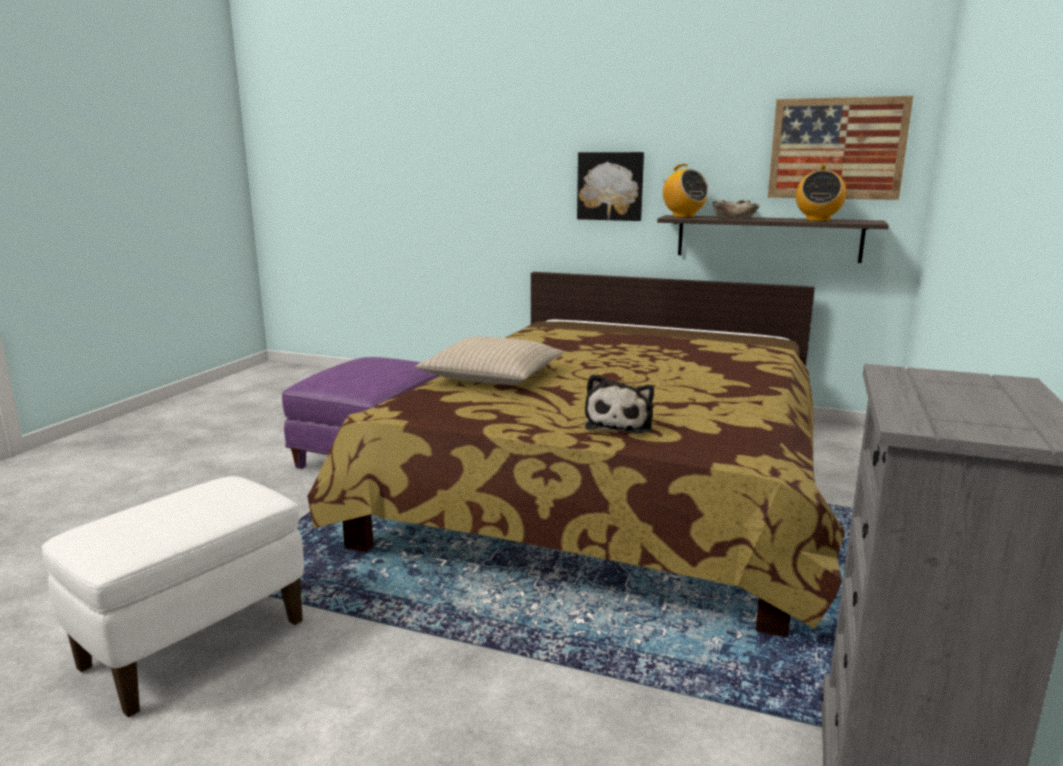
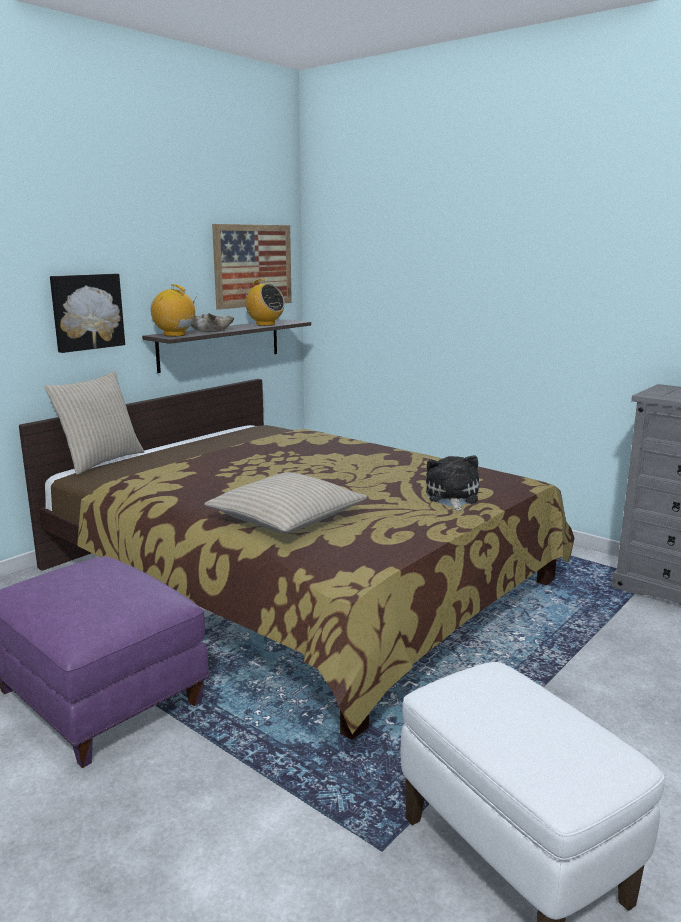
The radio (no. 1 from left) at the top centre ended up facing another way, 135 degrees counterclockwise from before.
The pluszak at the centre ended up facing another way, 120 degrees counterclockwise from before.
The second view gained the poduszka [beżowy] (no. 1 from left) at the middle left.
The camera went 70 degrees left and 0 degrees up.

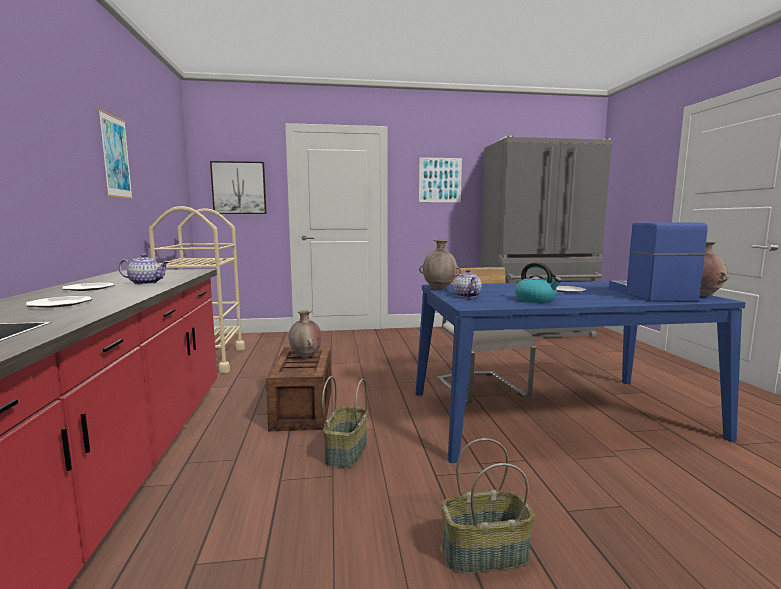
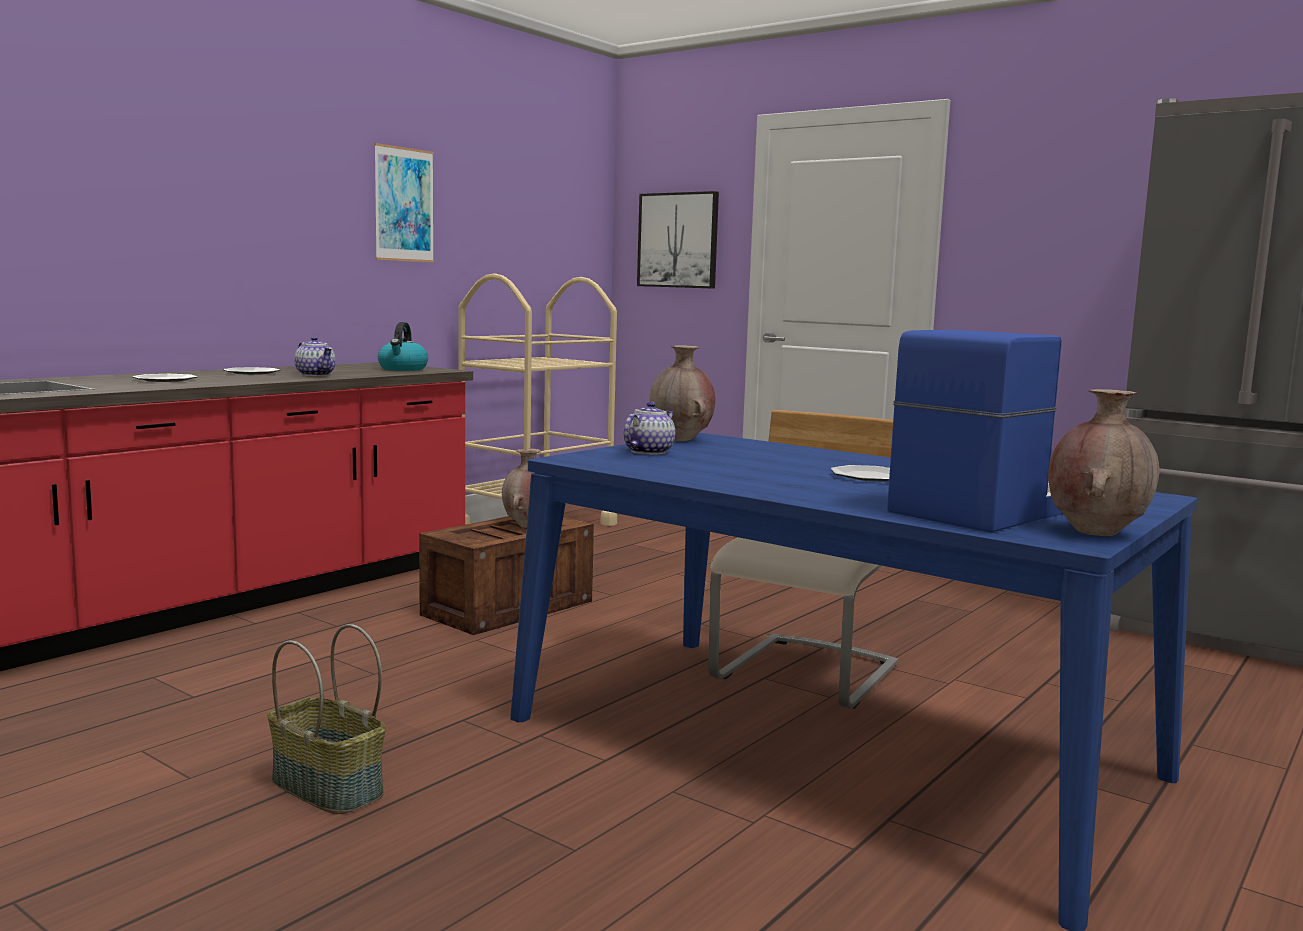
The second view lost the obraz (no. 3 from left) at the top centre.
The czajnik ended up elsewhere, having gone from the middle right to the middle left.
The second view lost the koszyk (no. 1 from left) at the bottom centre.
The camera went 45 degrees right and 0 degrees up.

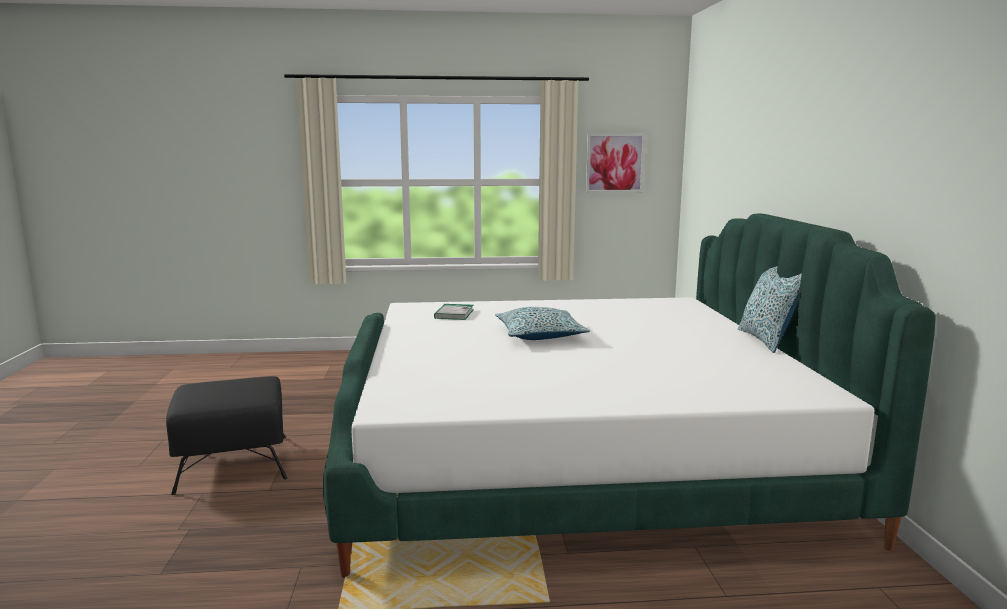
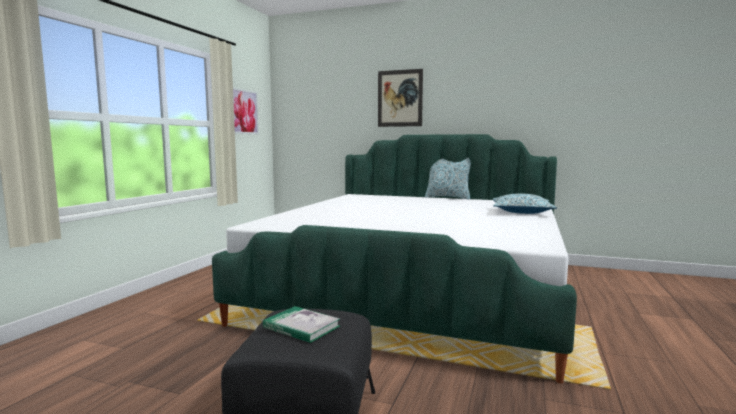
The książka ended up elsewhere, having gone from the centre to the bottom centre.
The poduszka (no. 1 from left in the first image) ended up elsewhere, having gone from the centre to the middle right.
The second view gained the obraz (no. 2 from left) at the top centre.
The camera went 65 degrees left and 5 degrees down.

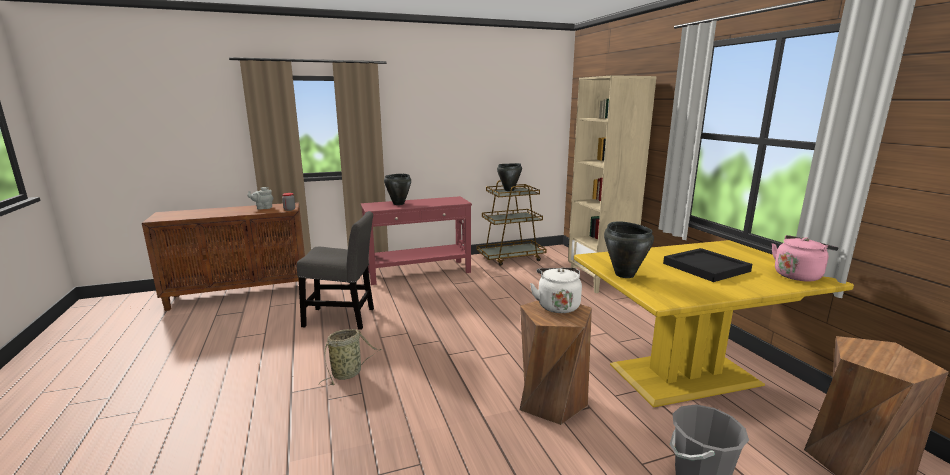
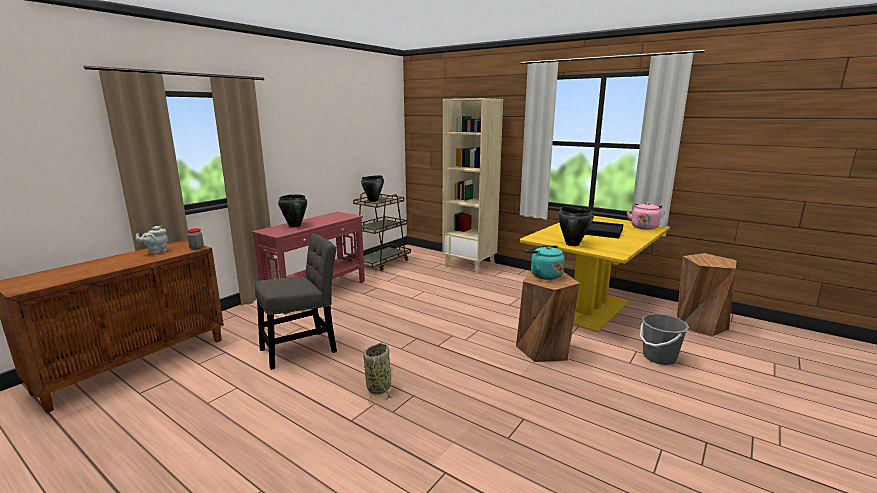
What was the czajnik [biały] at the centre turned into the czajnik [turkusowy] at the centre.
The camera went 35 degrees left and 0 degrees up.

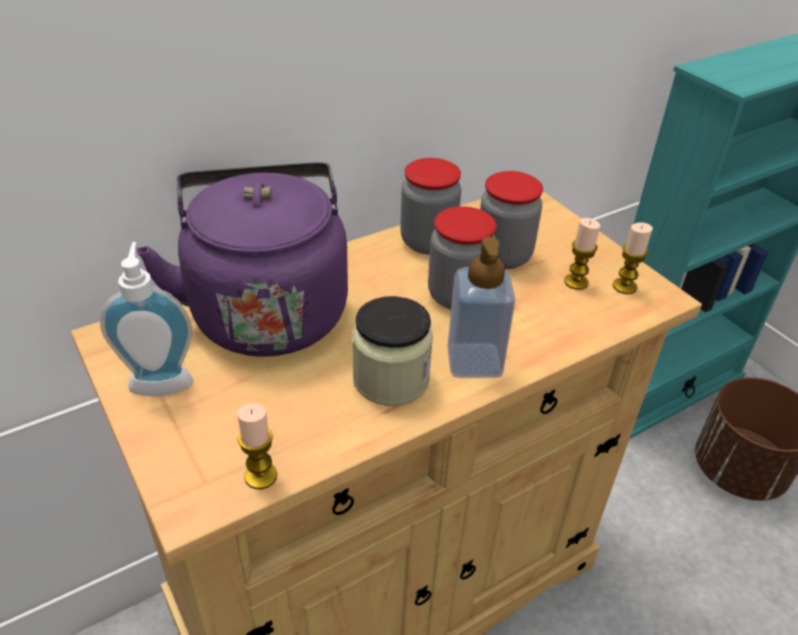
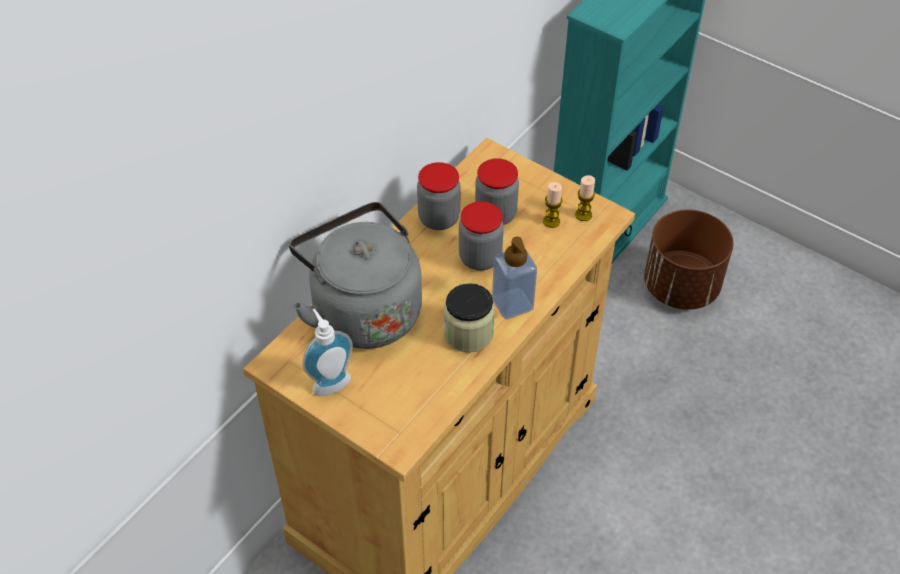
What was the czajnik [fioletowy] at the middle left turned into the czajnik [szary] at the centre.
The second view lost the świeca (no. 1 from left) at the bottom left.
The camera went 20 degrees left and 10 degrees up.

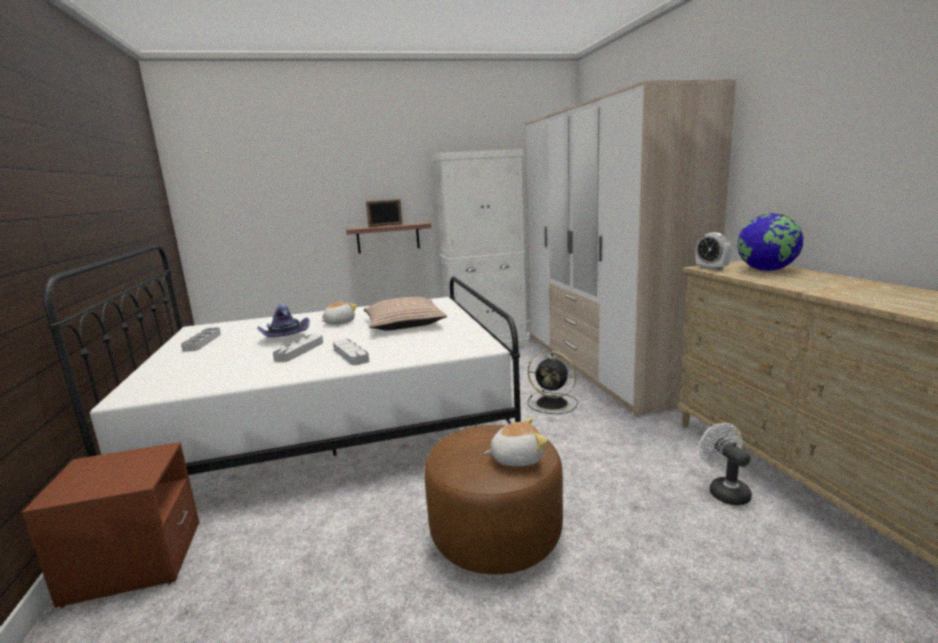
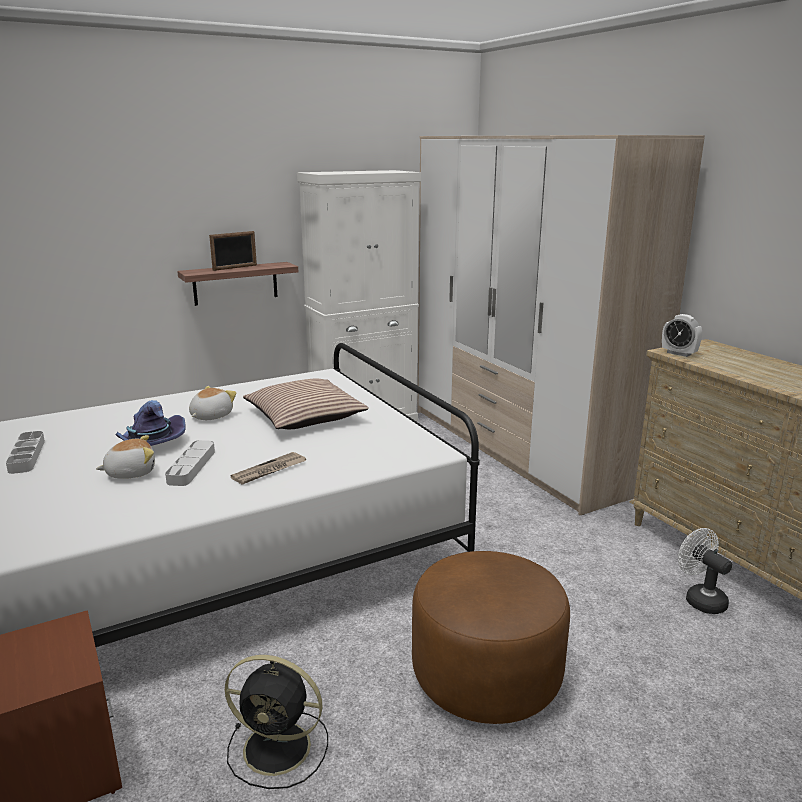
The second view lost the globus at the middle right.
Where the taca [szary] (no. 3 from left) stood at the centre, the gazeta came to stand at the centre.
The wentylator [czarny] ended up elsewhere, having gone from the centre to the bottom centre.
The pluszak (no. 2 from left in the first image) ended up elsewhere, having gone from the bottom centre to the middle left.
The camera went 15 degrees left and 5 degrees up.

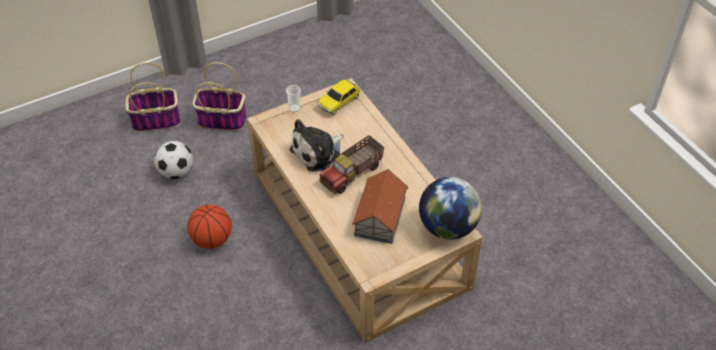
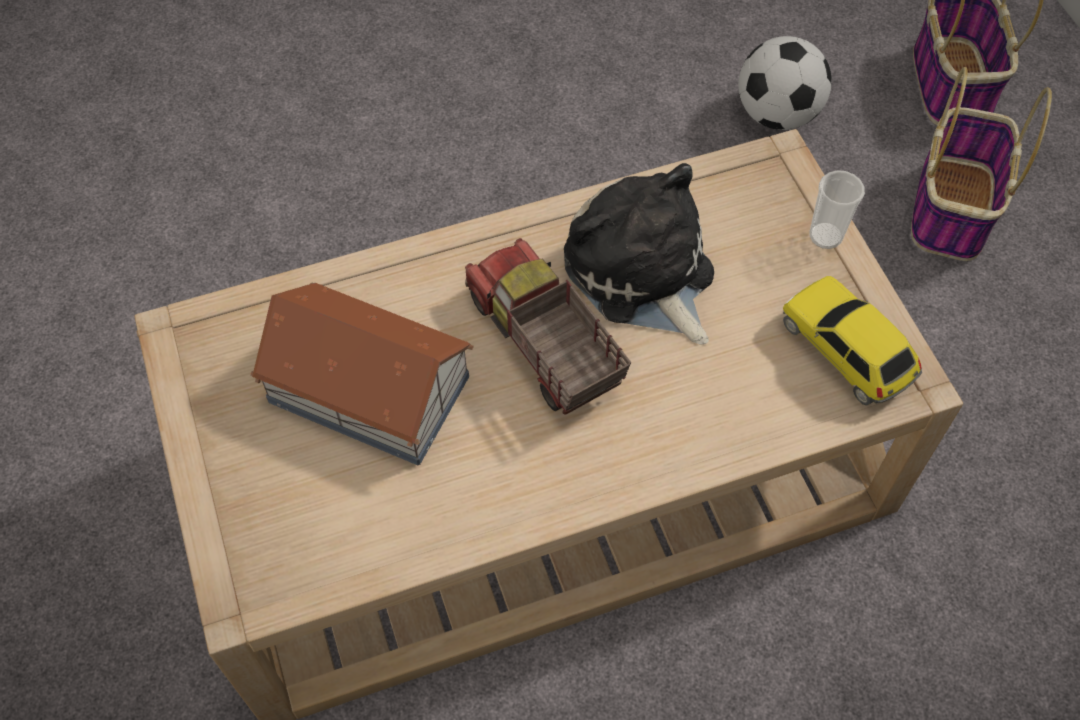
The second view lost the globus at the centre.
The second view lost the piłka do koszykówki at the middle left.
The camera went 100 degrees right and 10 degrees up.

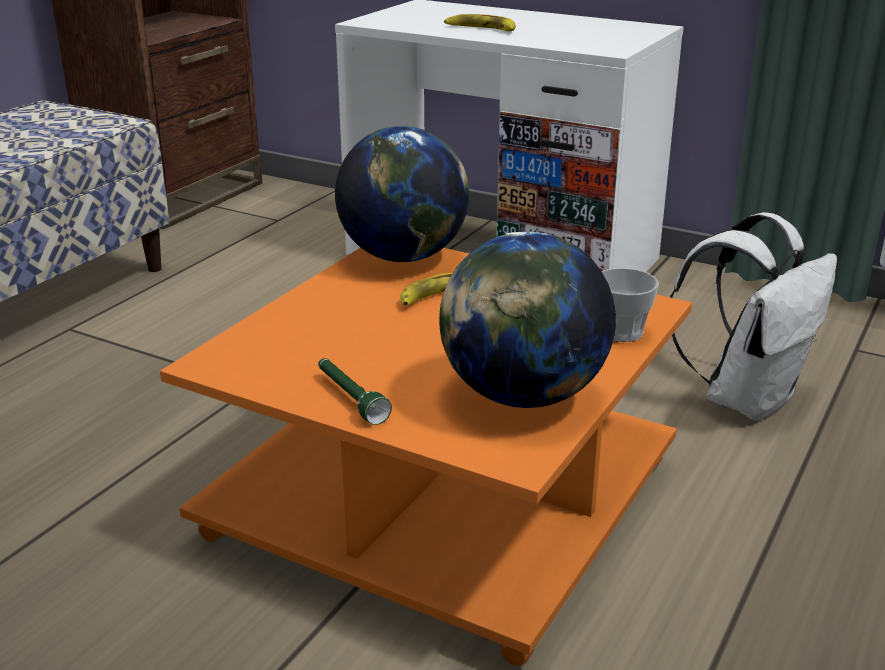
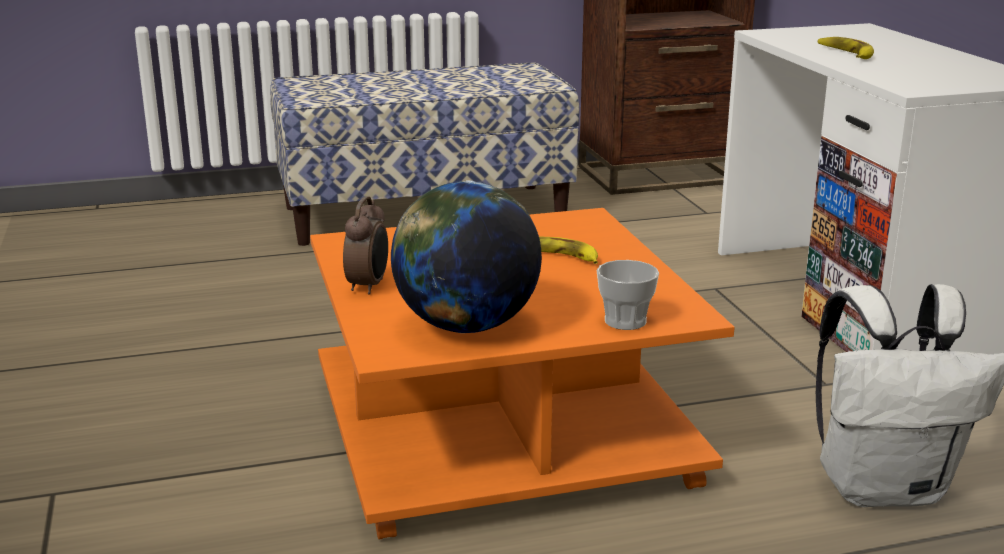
The second view lost the globus (no. 1 from left) at the top centre.
Where the latarka [zielony] stood at the centre, the budzik came to stand at the centre.
The camera went 45 degrees right and 5 degrees down.

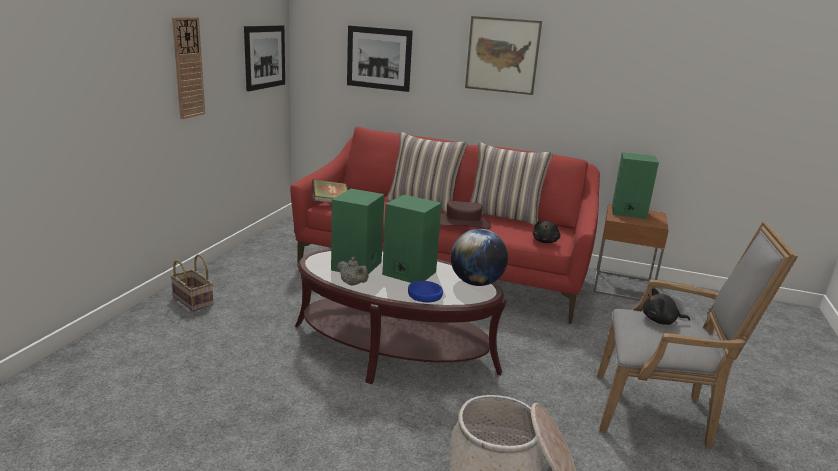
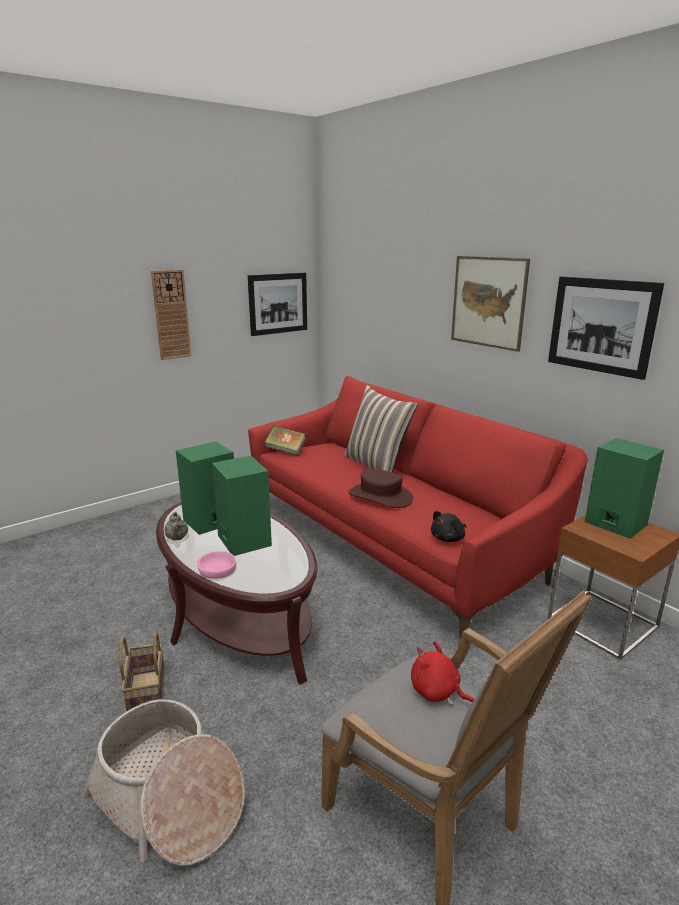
The obraz (no. 2 from left in the first image) ended up elsewhere, having gone from the top centre to the middle right.
The second view lost the poduszka (no. 2 from left) at the centre.
The second view lost the globus at the centre.
The koszyk (no. 1 from left) ended up elsewhere, having gone from the middle left to the bottom left.
What was the miska [niebieski] at the centre turned into the miska [różowy] at the middle left.
What was the pluszak [czarny] (no. 2 from left) at the middle right turned into the pluszak [czerwony] at the bottom centre.
The camera went 35 degrees right and 0 degrees up.

